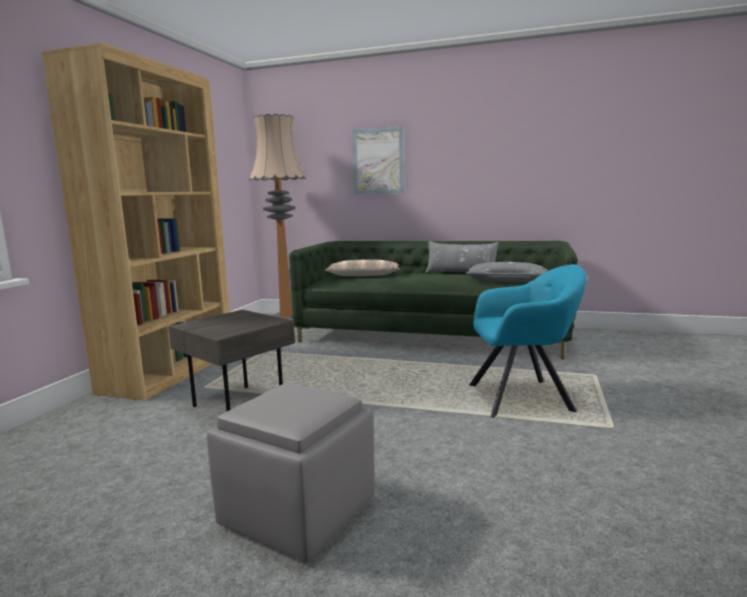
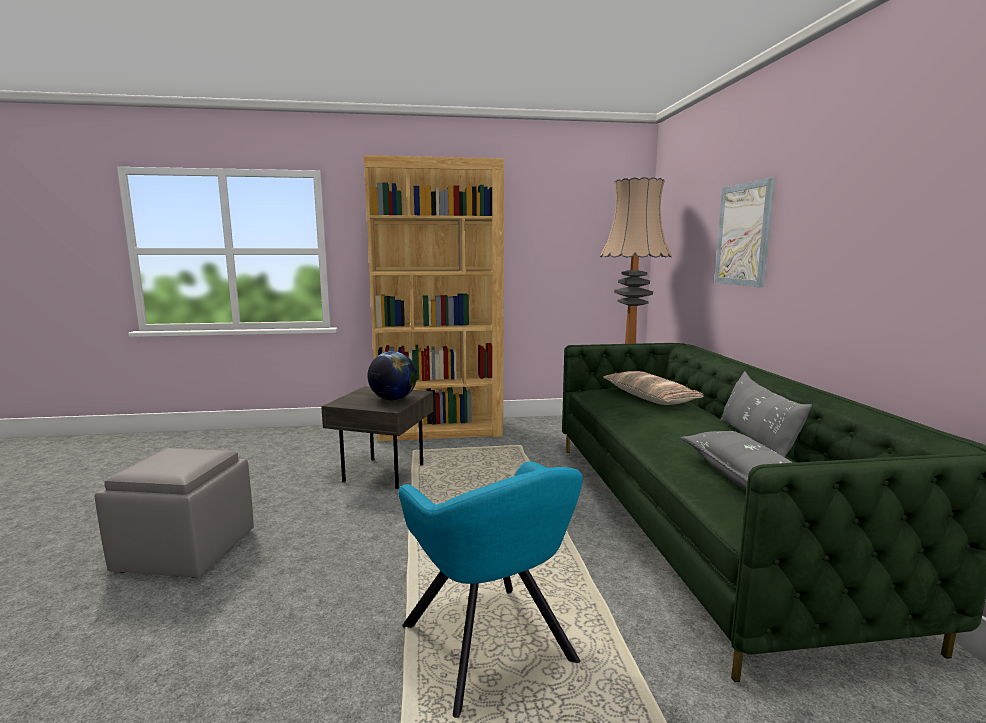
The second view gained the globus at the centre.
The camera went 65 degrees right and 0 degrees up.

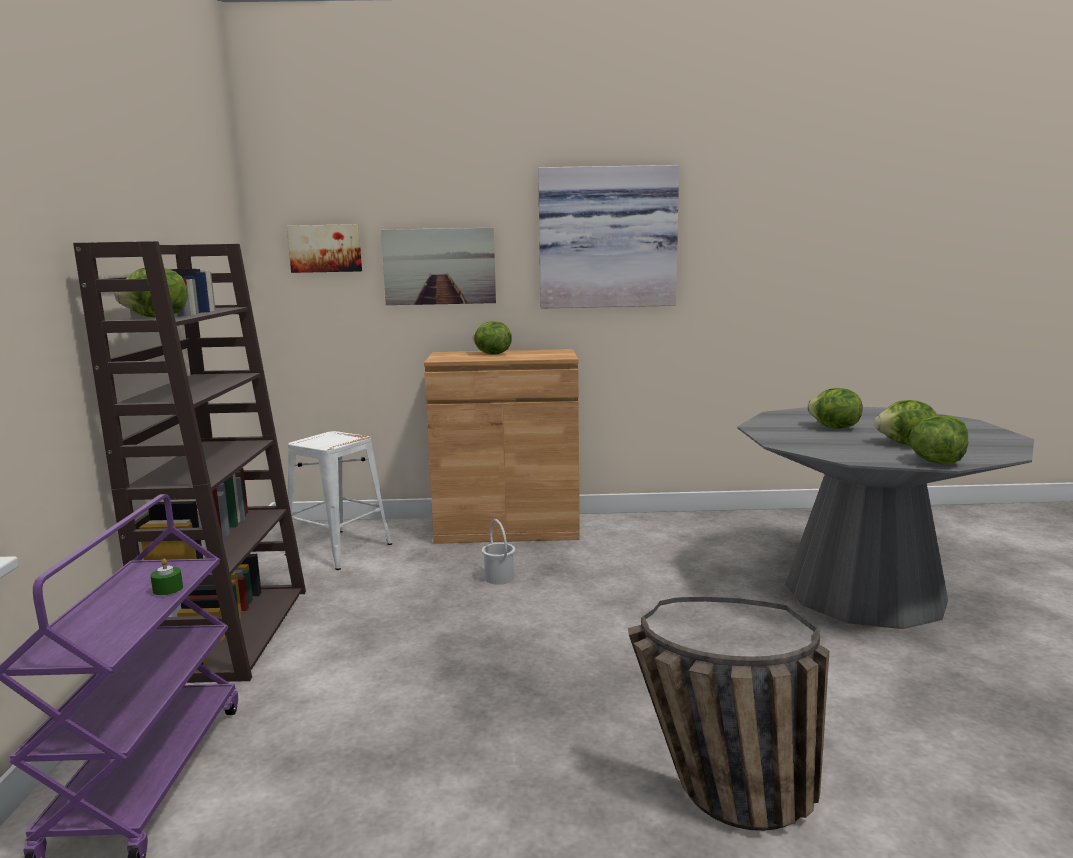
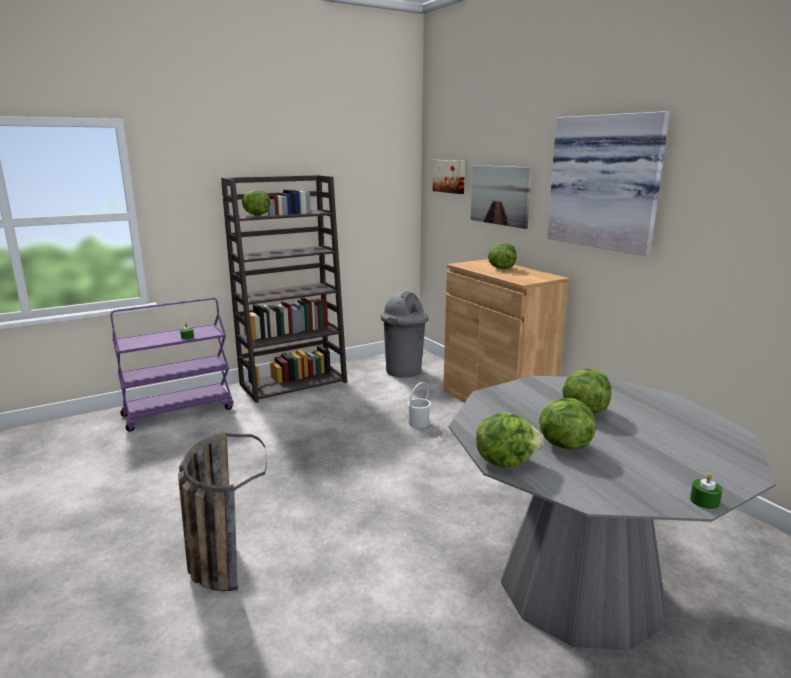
Where the stołek [biały] stood at the middle left, the kosz na śmieci [szary] came to stand at the centre.
The second view gained the świeca [zielony] (no. 2 from left) at the bottom right.
The camera went 60 degrees right and 5 degrees up.

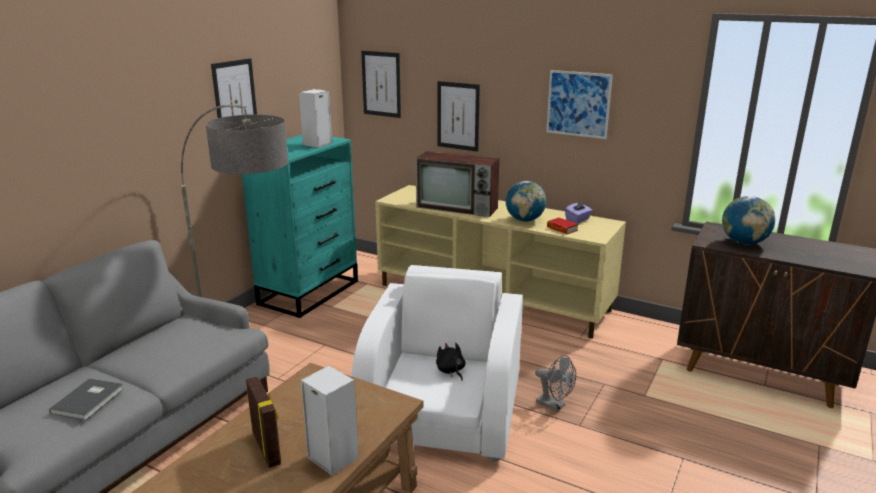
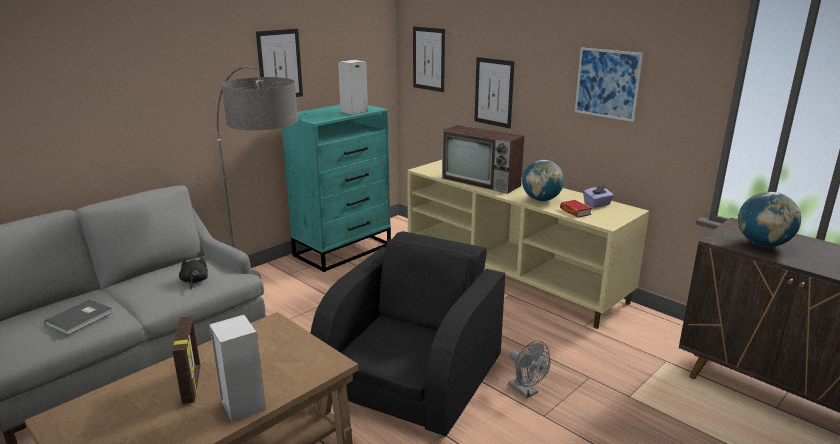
What was the fotel [biały] at the bottom centre turned into the fotel [czarny] at the bottom centre.
The pluszak [czarny] ended up elsewhere, having gone from the bottom centre to the middle left.
The camera went 15 degrees right and 0 degrees up.

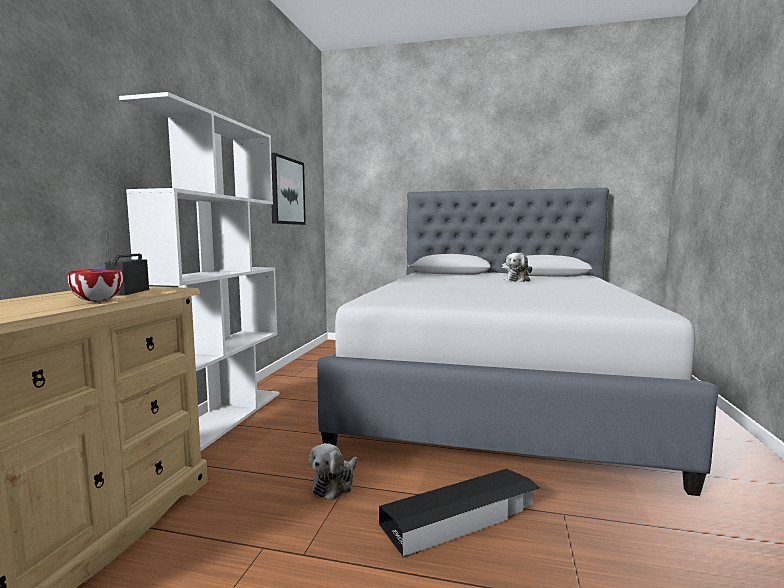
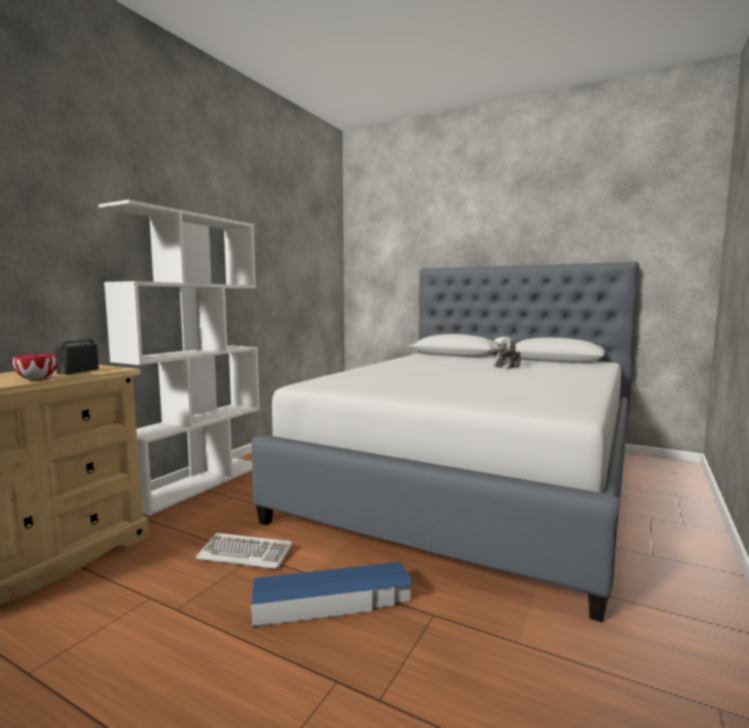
The second view lost the obraz at the top centre.
Where the pluszak (no. 1 from left) stood at the bottom centre, the klawiatura came to stand at the bottom left.
What was the pojemnik do przechowywania [czarny] at the bottom centre turned into the pojemnik do przechowywania [niebieski] at the bottom centre.
The camera went 15 degrees right and 0 degrees up.

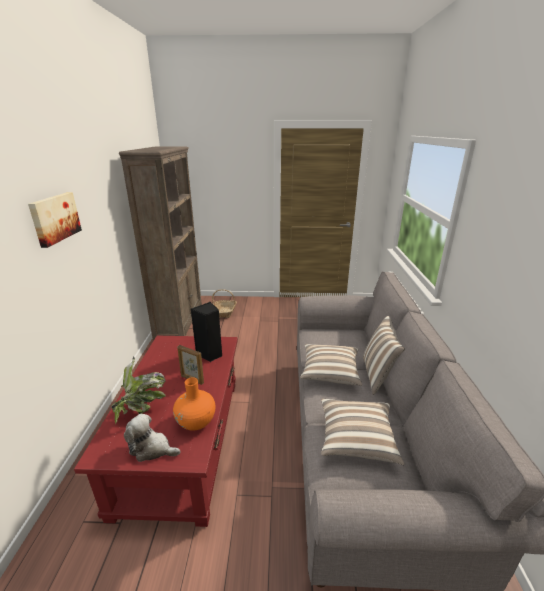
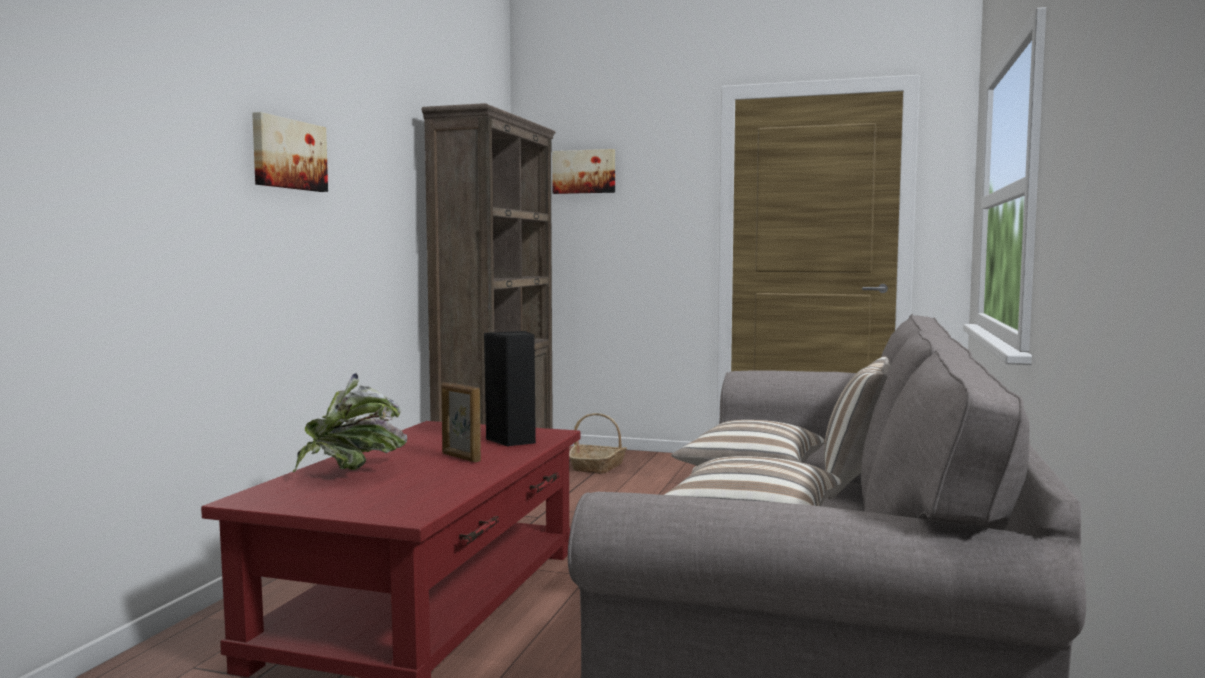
The second view lost the wazon [pomarańczowy] at the bottom centre.
The second view lost the pluszak at the bottom left.
The second view gained the obraz (no. 2 from left) at the top centre.
The camera went 15 degrees right and 20 degrees down.

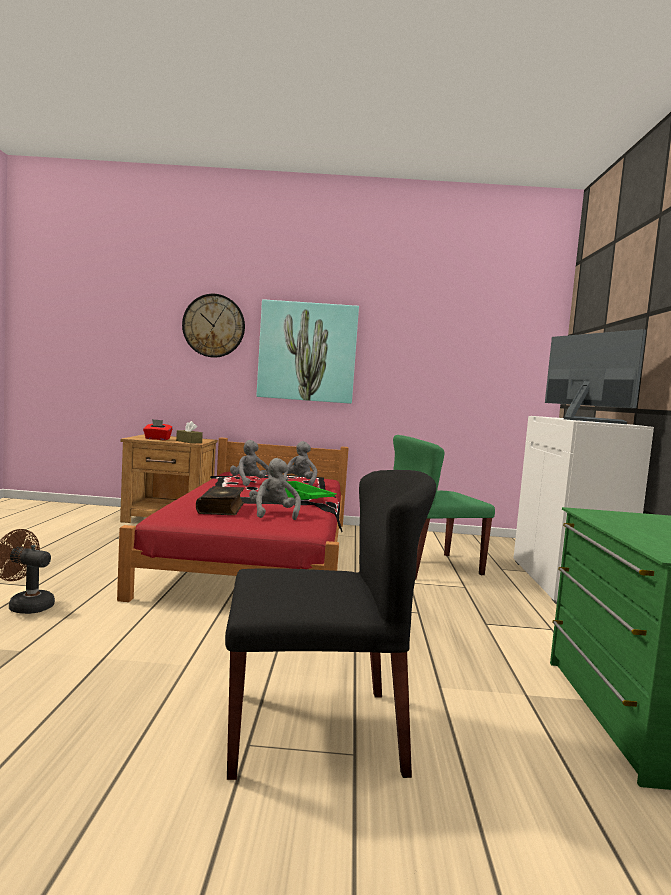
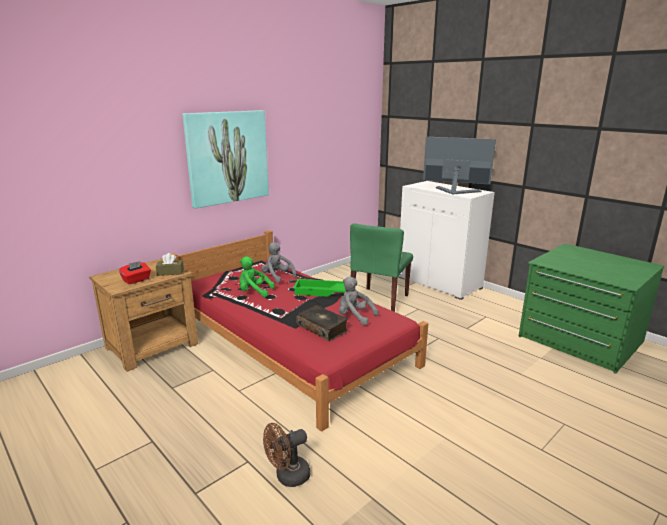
The second view lost the zegar ścienny at the middle left.
What was the pluszak [szary] (no. 1 from left) at the centre turned into the pluszak [zielony] at the centre.
The second view lost the krzesło [czarny] at the bottom centre.
The camera went 45 degrees left and 15 degrees up.

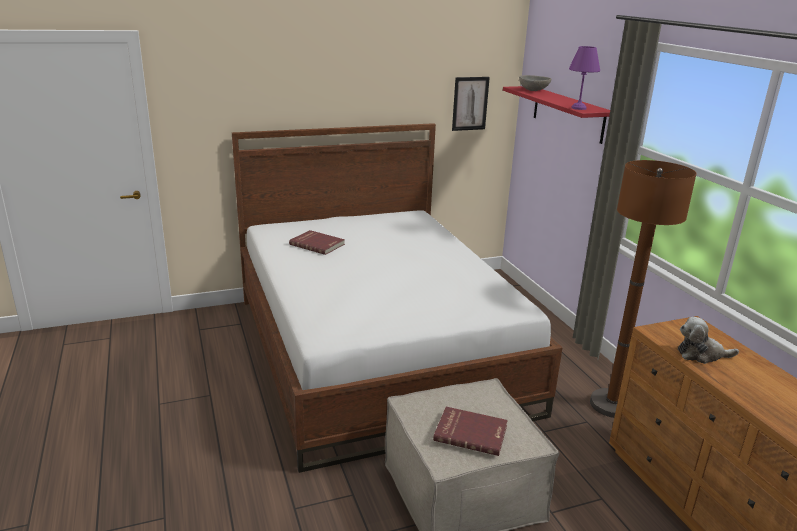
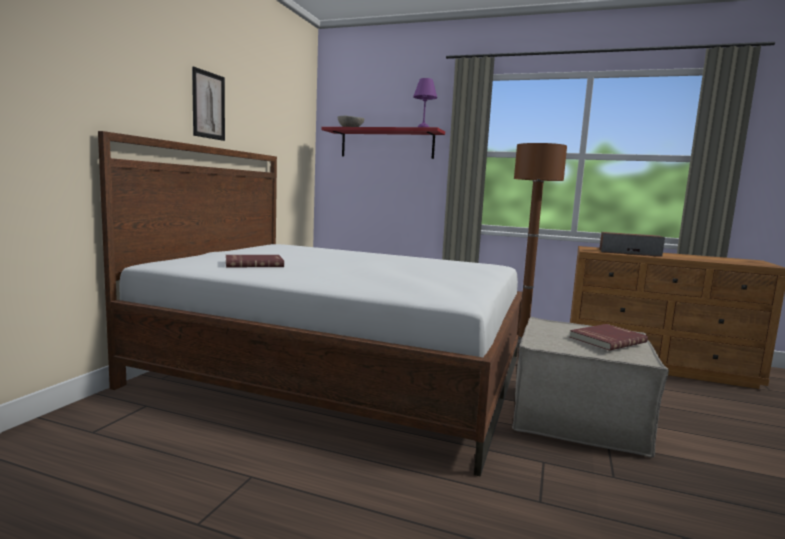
The obraz ended up elsewhere, having gone from the top centre to the top left.
Where the pluszak stood at the middle right, the głośnik came to stand at the middle right.
The camera went 50 degrees left and 15 degrees down.

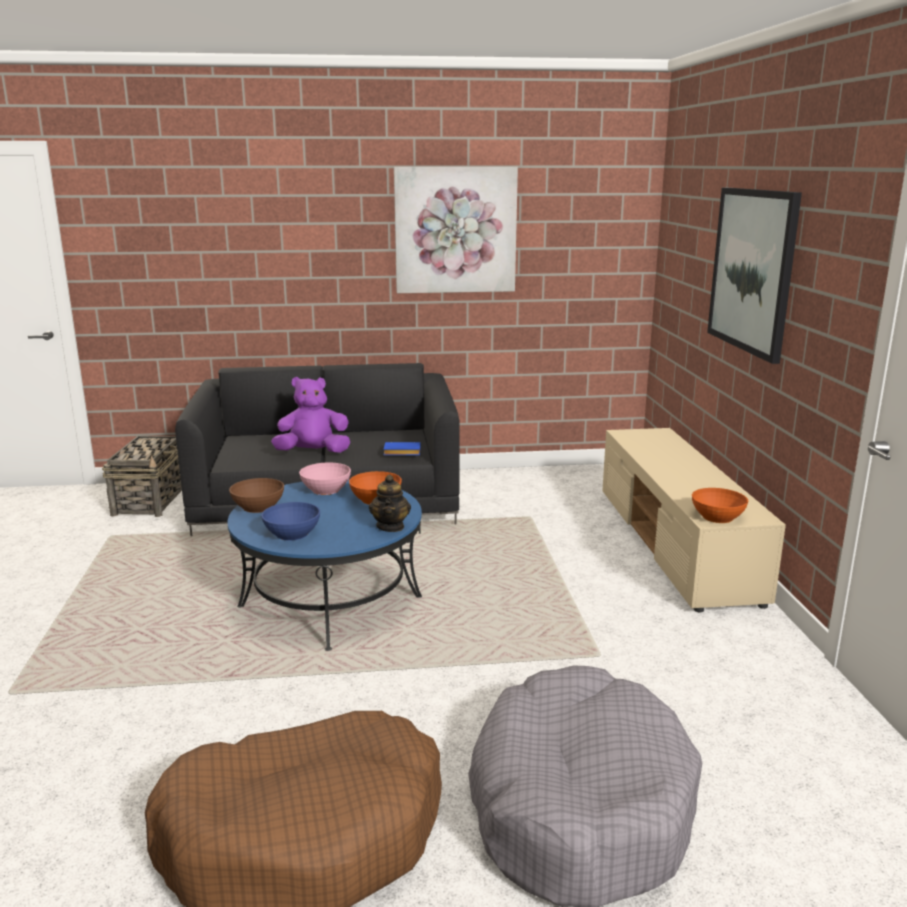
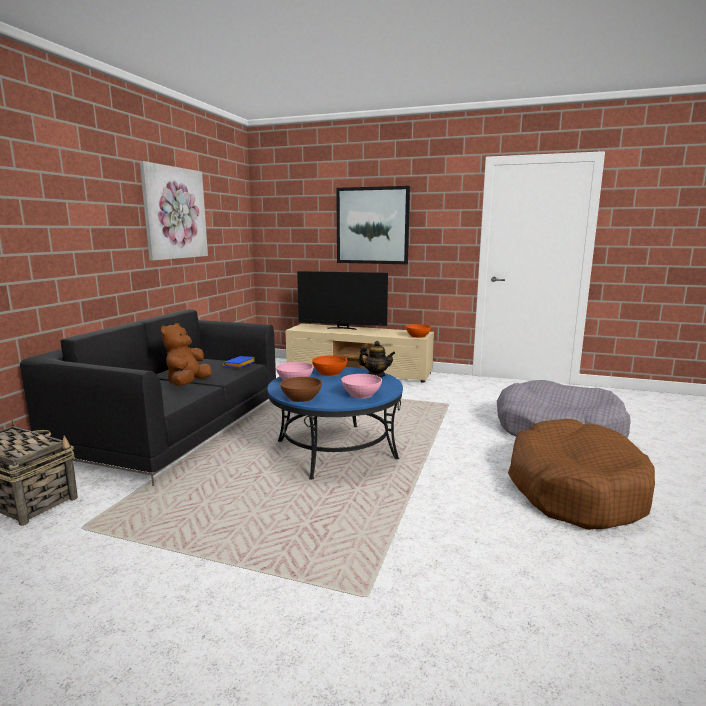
What was the pluszak [fioletowy] at the centre turned into the pluszak [brązowy] at the middle left.
What was the miska [niebieski] at the middle left turned into the miska [różowy] (no. 2 from left) at the centre.
The second view gained the telewizor at the centre.
The camera went 65 degrees left and 5 degrees down.

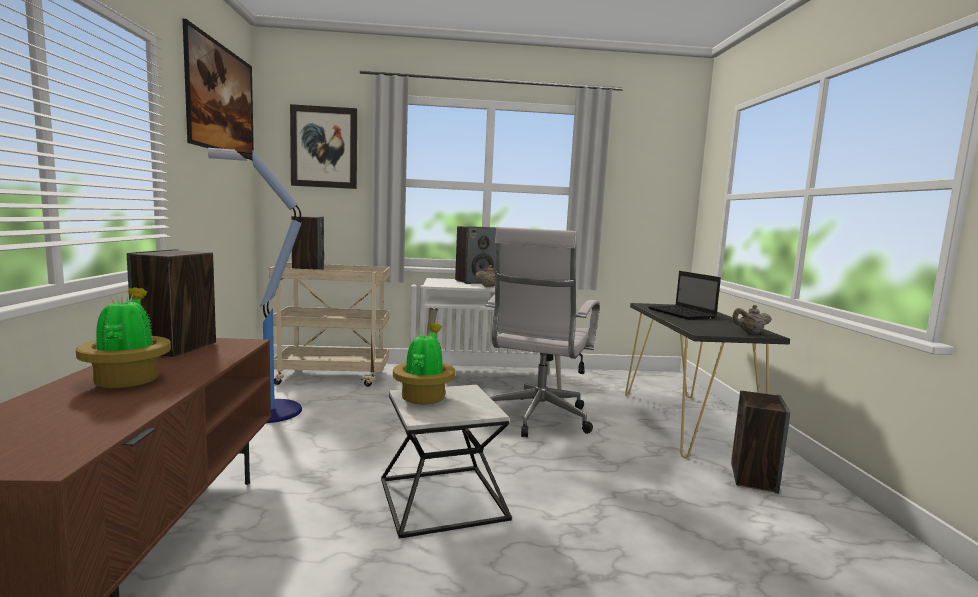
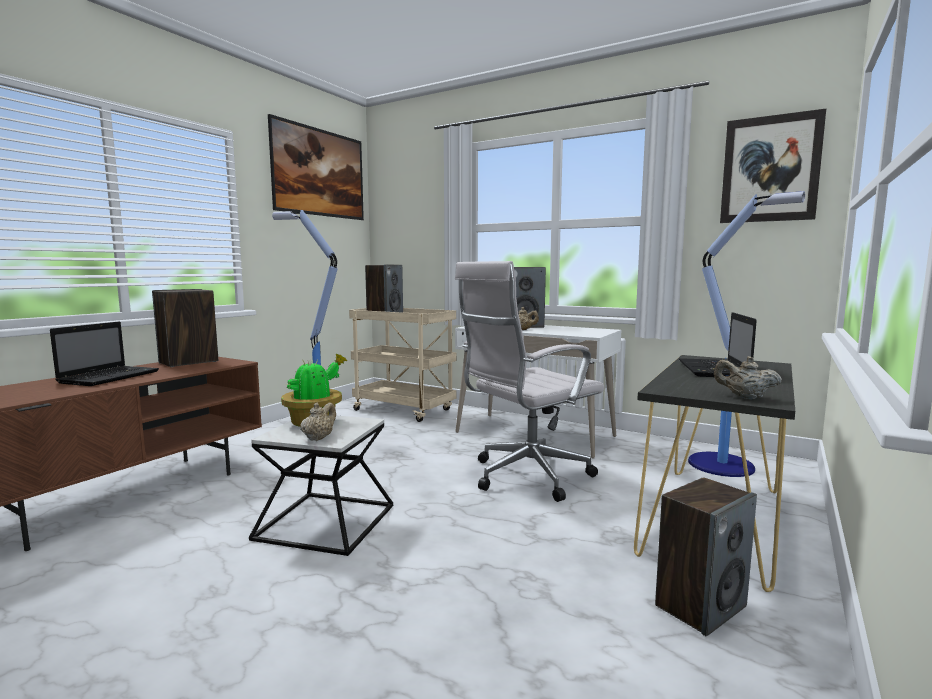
The obraz (no. 2 from left) ended up elsewhere, having gone from the top left to the top right.
Where the roślina doniczkowa (no. 1 from left) stood at the middle left, the laptop (no. 1 from left) came to stand at the middle left.
The second view gained the lampa stojąca (no. 2 from left) at the middle right.
The second view gained the imbryk [beżowy] (no. 1 from left) at the centre.
The camera went 35 degrees right and 0 degrees up.

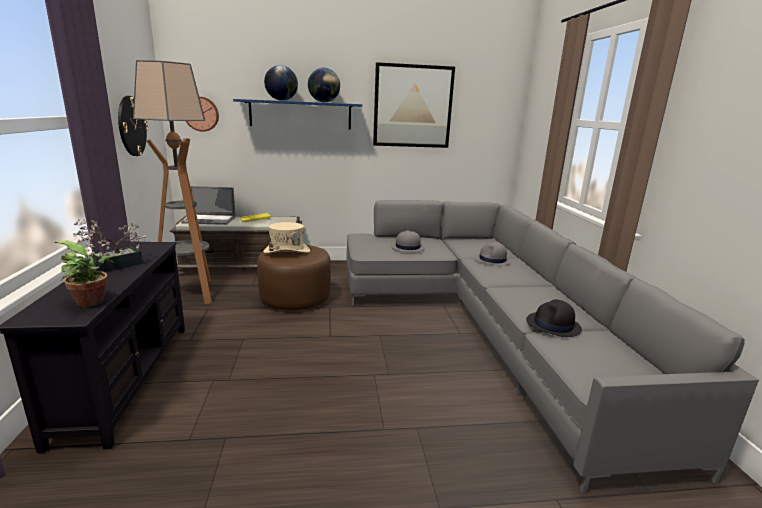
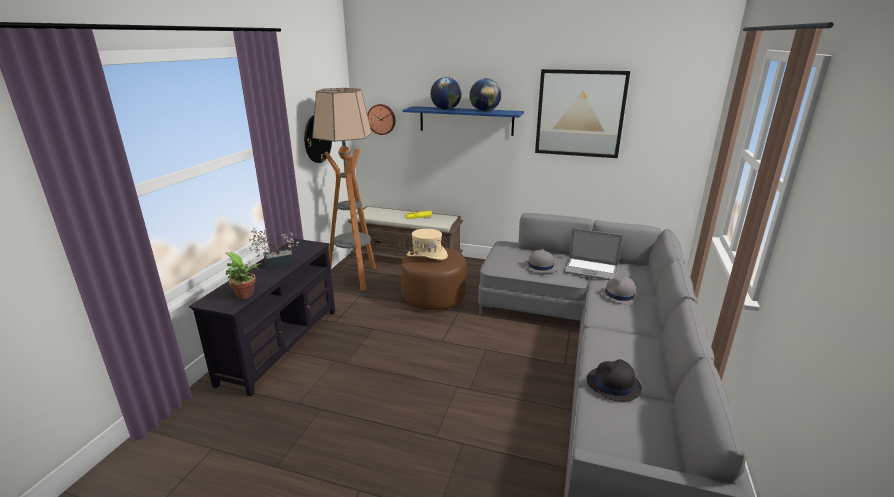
The laptop ended up elsewhere, having gone from the middle left to the centre.
The camera went 25 degrees right and 5 degrees up.

